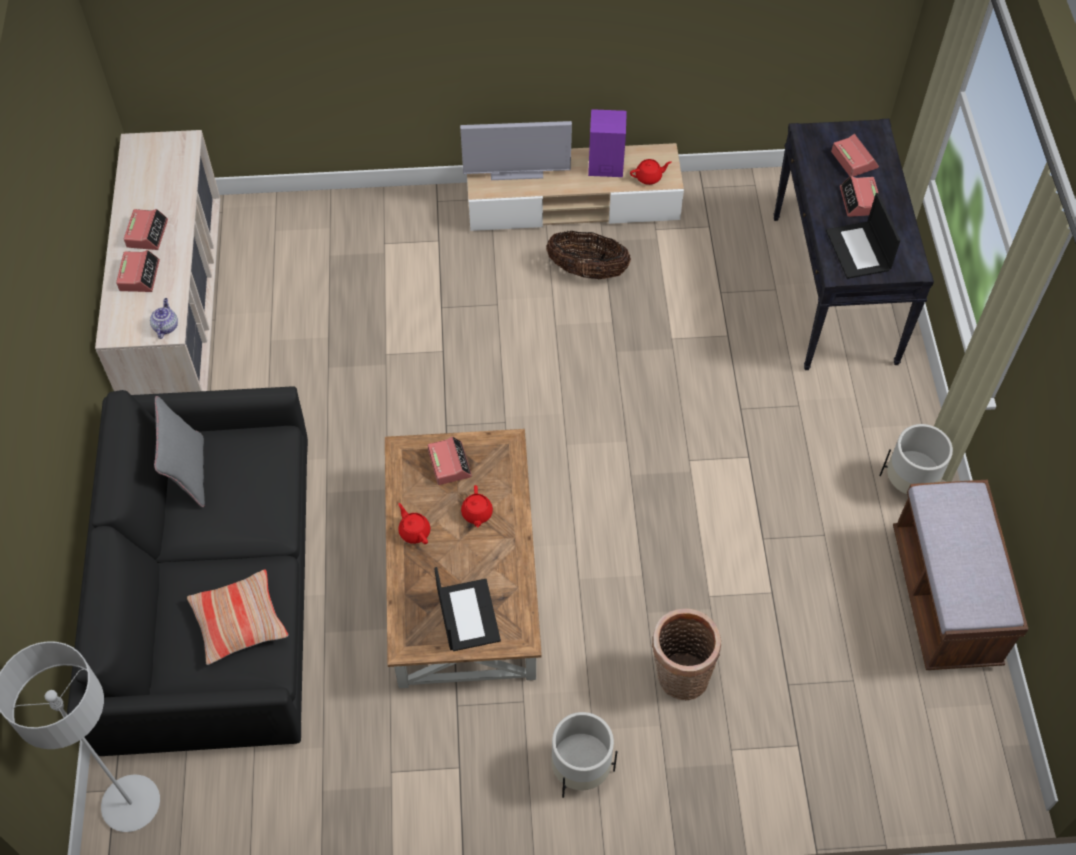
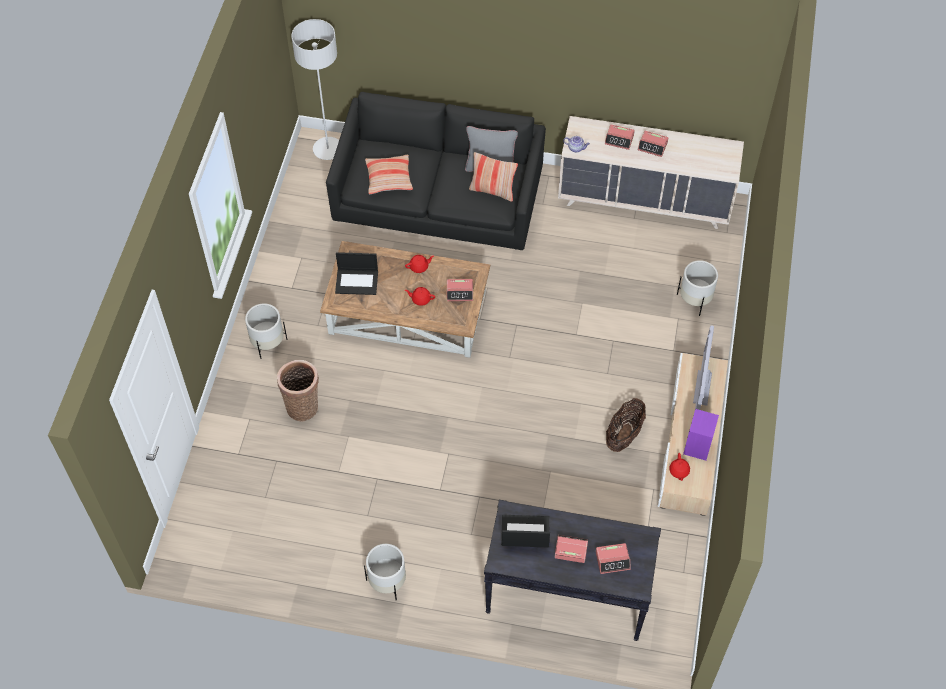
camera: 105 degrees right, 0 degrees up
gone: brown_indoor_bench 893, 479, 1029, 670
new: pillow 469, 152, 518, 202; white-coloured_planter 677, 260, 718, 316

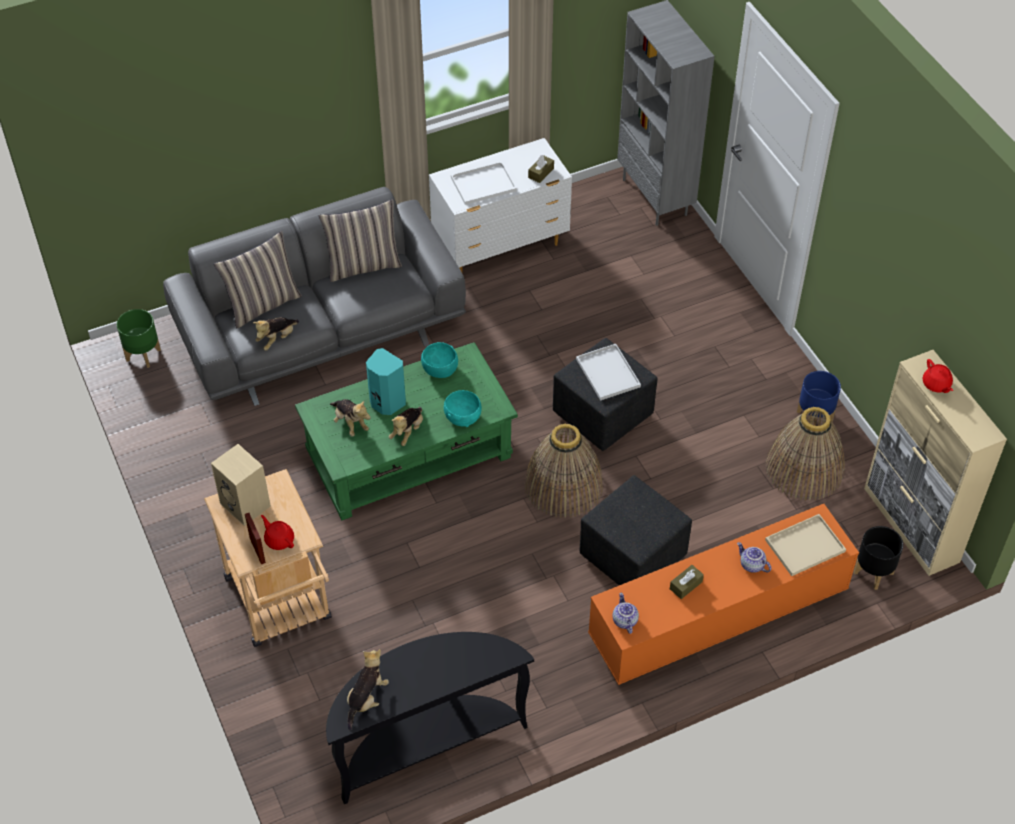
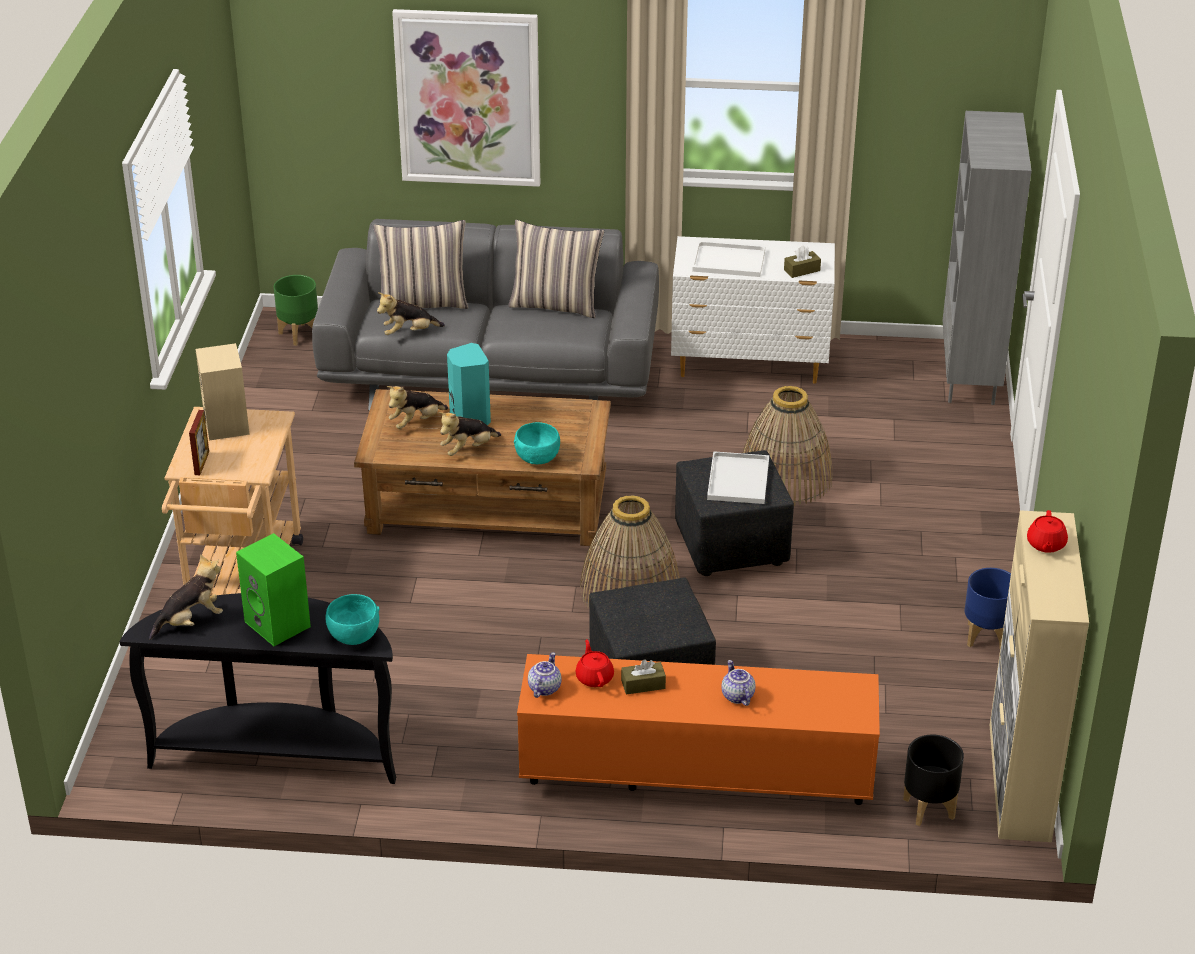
camera: 30 degrees right, 15 degrees down
gone: beige-coloured_carrying_tray 765, 514, 846, 576
new: green-coloured_speaker 236, 533, 311, 646; wall_art 392, 9, 540, 187
shifted: blue-green_bowl 421, 342, 458, 378 to 326, 594, 380, 645; red_teapot 261, 515, 294, 550 to 575, 639, 614, 687; basket 766, 407, 845, 501 to 743, 386, 833, 506
repainted: green-coloured_lounge_table 295, 342, 518, 520 to brown_lounge_table 354, 389, 611, 546
rotated: cuddly_toy 330, 399, 371, 437 = 387, 386, 448, 429 60 degrees clockwise

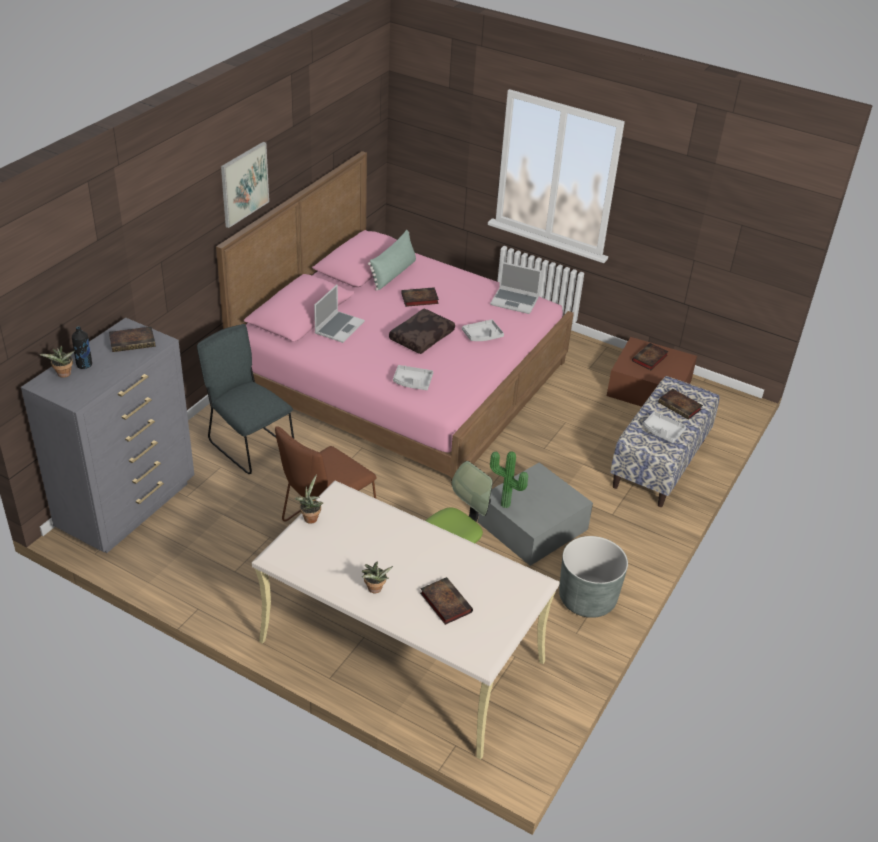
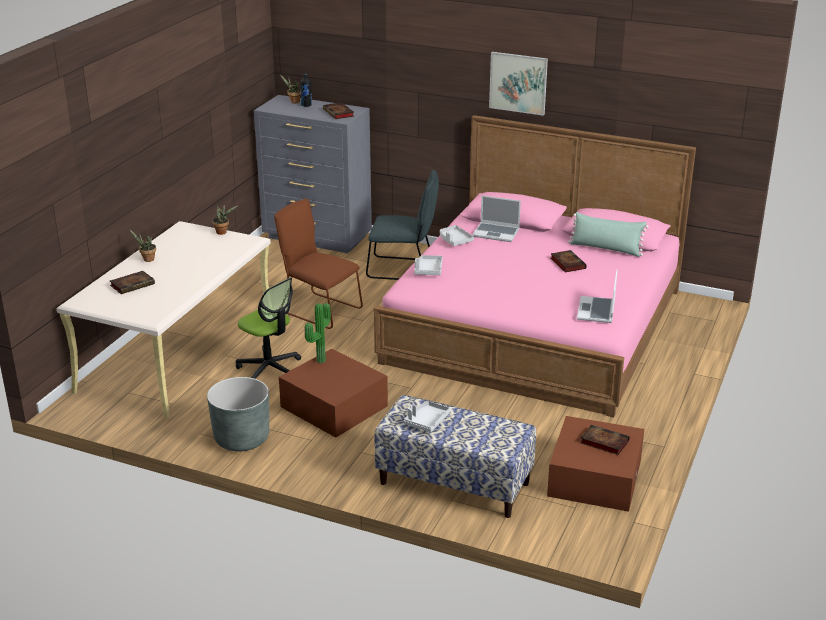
camera: 85 degrees right, 10 degrees down
gone: brown_pillow 389, 309, 455, 354; volume 658, 389, 703, 420
shifted: gray_carrying_tray 462, 319, 504, 341 to 440, 225, 474, 246
repainted: gray_storage_container 478, 462, 593, 566 to brown_storage_container 279, 348, 388, 437
rotated: gray_chair 197, 324, 294, 474 = 366, 170, 439, 280 60 degrees clockwise

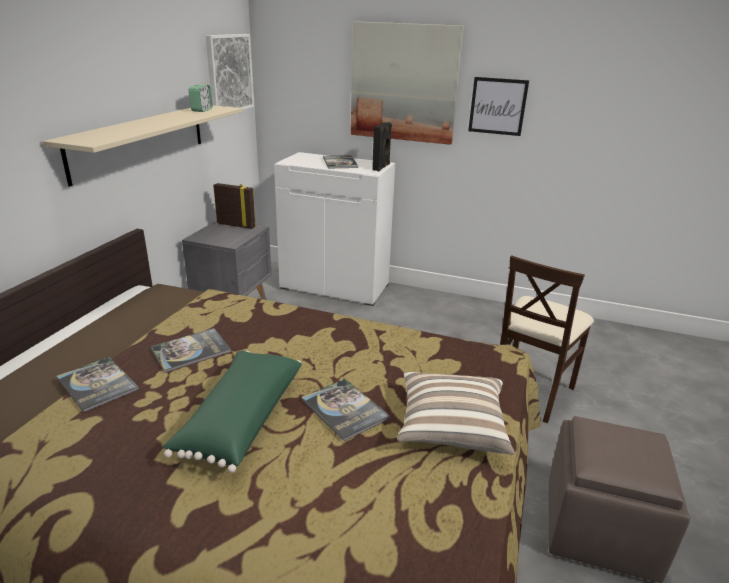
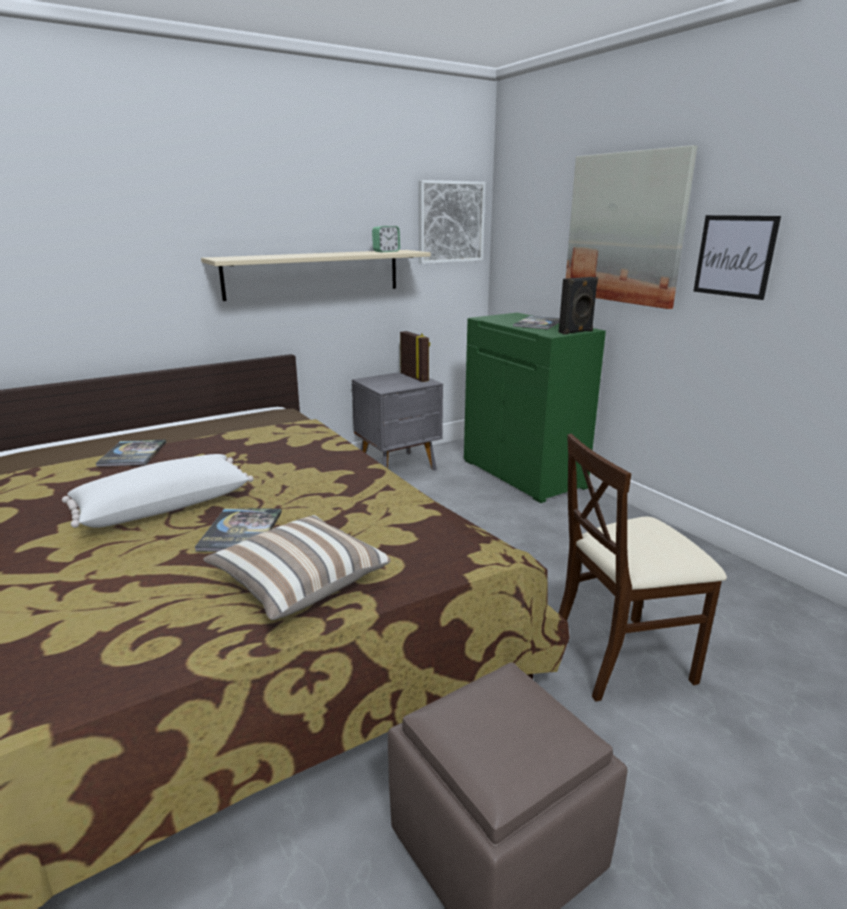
camera: 40 degrees right, 5 degrees down
gone: volume 150, 328, 231, 373
repainted: green-coloured_pillow 162, 351, 302, 473 to white-coloured_pillow 62, 454, 254, 528; white-coloured_cabinet 274, 152, 395, 306 to green-coloured_cabinet 464, 313, 606, 503

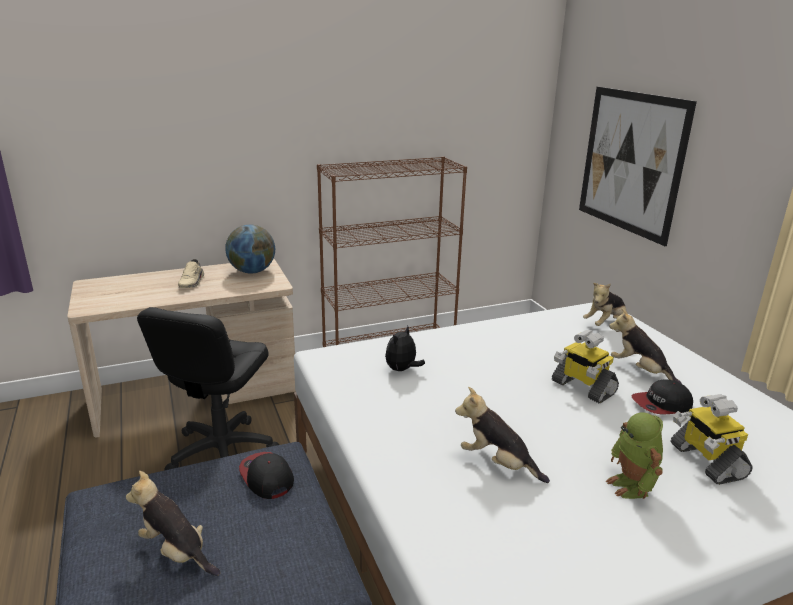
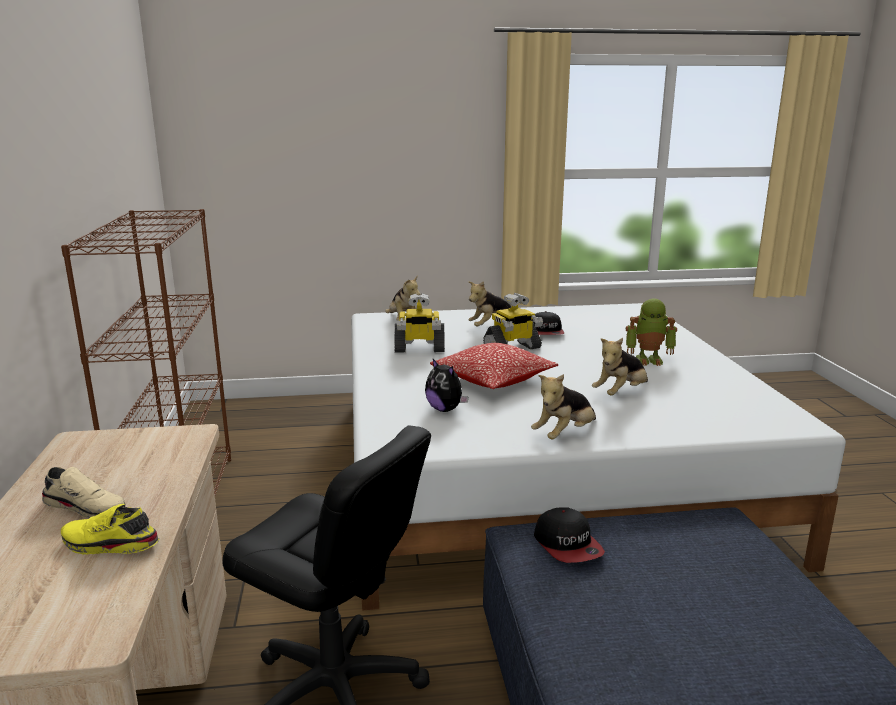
camera: 75 degrees left, 5 degrees down
gone: world_globe 225, 225, 275, 274; wall_art 579, 87, 697, 246
new: yellow-coloured_item_of_footwear 61, 504, 160, 555; pillow 430, 342, 558, 389
shifted: model_robot 670, 394, 753, 485 to 394, 293, 445, 352; cuddly_toy 126, 471, 220, 576 to 531, 374, 596, 439
rotated: cap 239, 452, 294, 499 = 534, 507, 605, 563 90 degrees counterclockwise

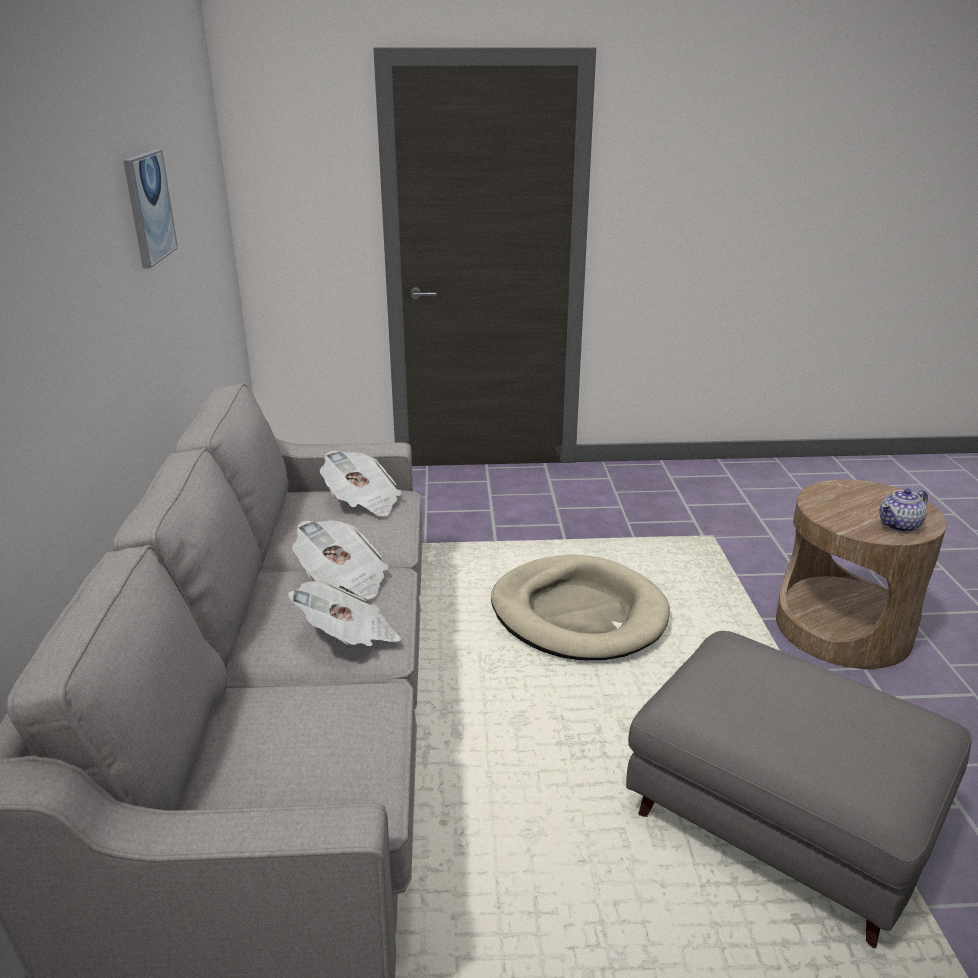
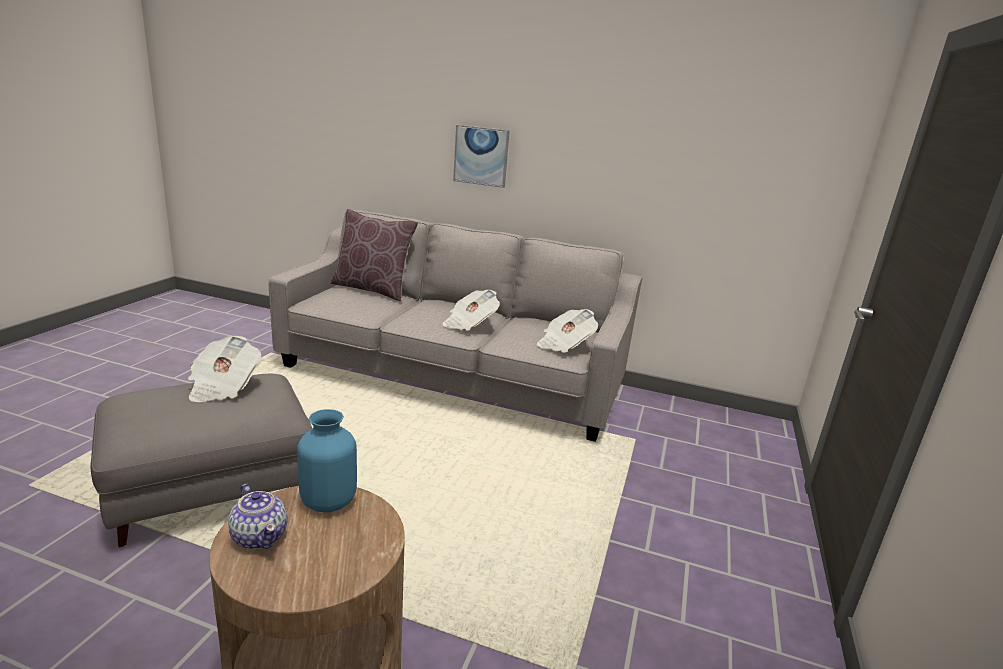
camera: 110 degrees right, 5 degrees down
gone: beige-coloured_pet_bed 491, 554, 670, 660
new: blue_decorative_vase 297, 409, 357, 512; brown_pillow 331, 209, 418, 301
shifted: printed_paper 288, 581, 401, 646 to 188, 336, 262, 402; wall_art 123, 150, 178, 269 to 453, 125, 510, 188
rotated: teapot 880, 488, 928, 532 = 228, 484, 288, 549 150 degrees clockwise

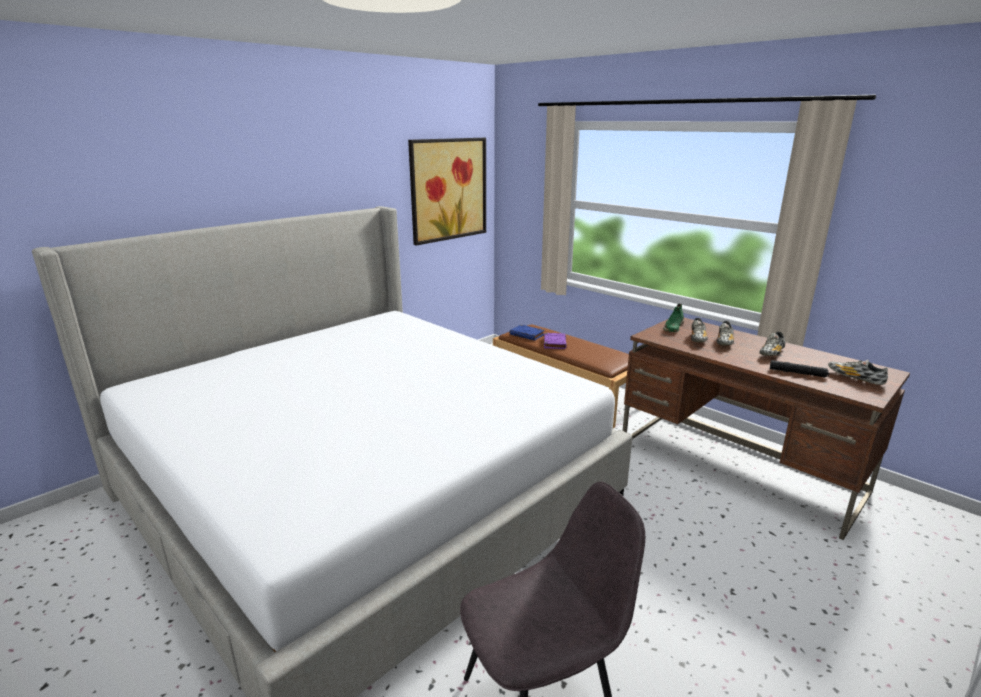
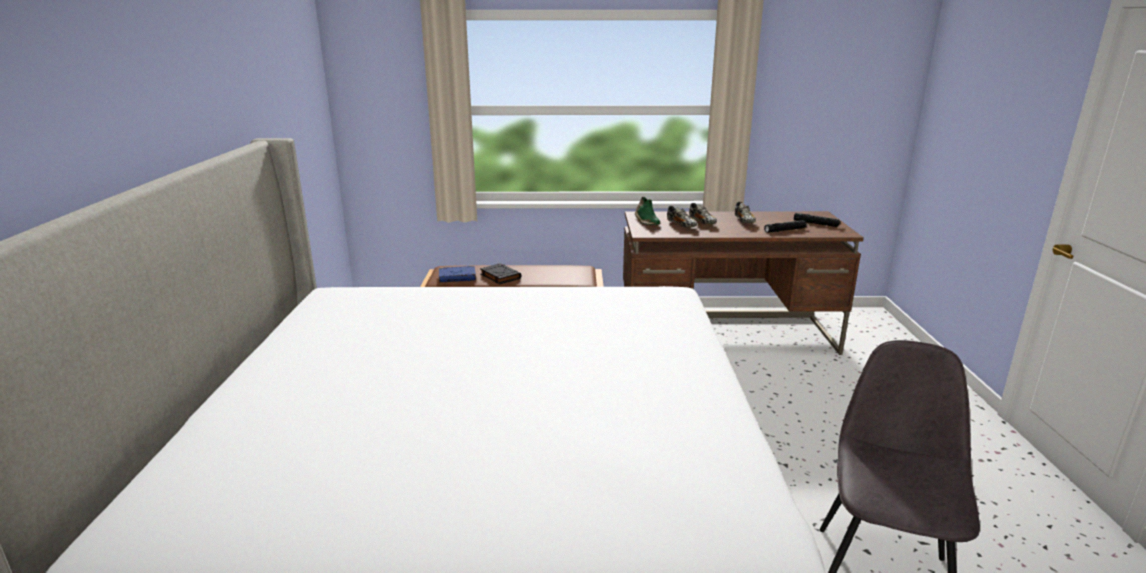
camera: 45 degrees left, 0 degrees up
gone: wall_art 408, 138, 486, 245
swapped: item_of_footwear 828, 360, 888, 385 to black_torch 794, 213, 841, 227
repainted: purple-coloured_volume 544, 333, 567, 349 to black_volume 480, 263, 522, 284

